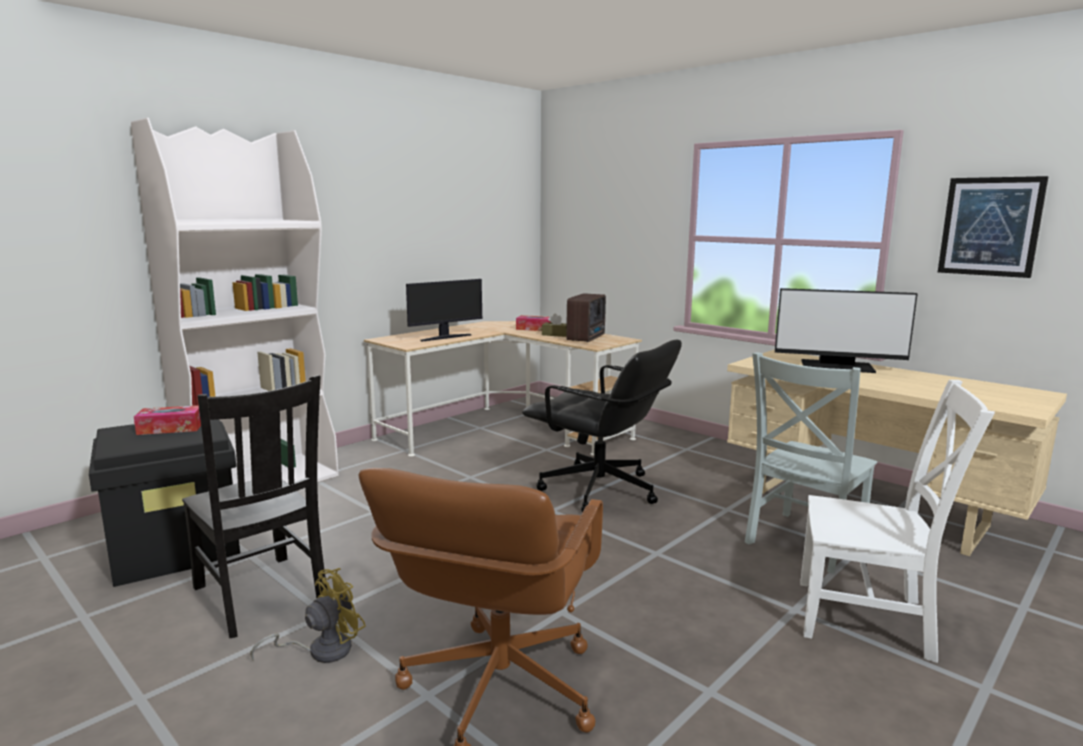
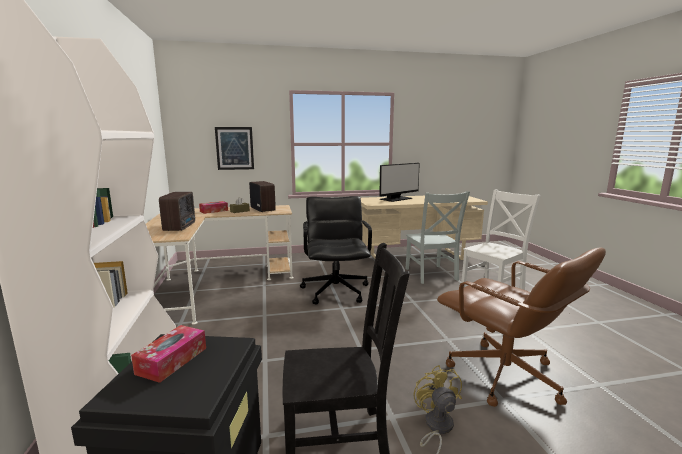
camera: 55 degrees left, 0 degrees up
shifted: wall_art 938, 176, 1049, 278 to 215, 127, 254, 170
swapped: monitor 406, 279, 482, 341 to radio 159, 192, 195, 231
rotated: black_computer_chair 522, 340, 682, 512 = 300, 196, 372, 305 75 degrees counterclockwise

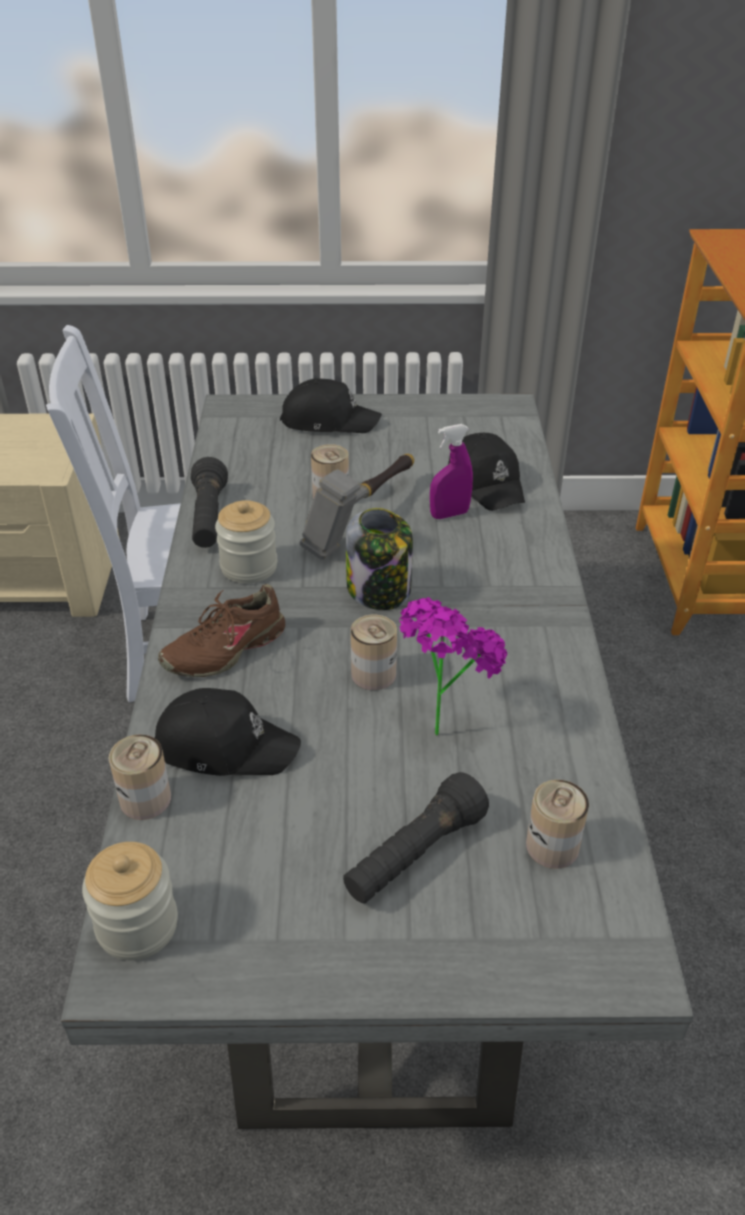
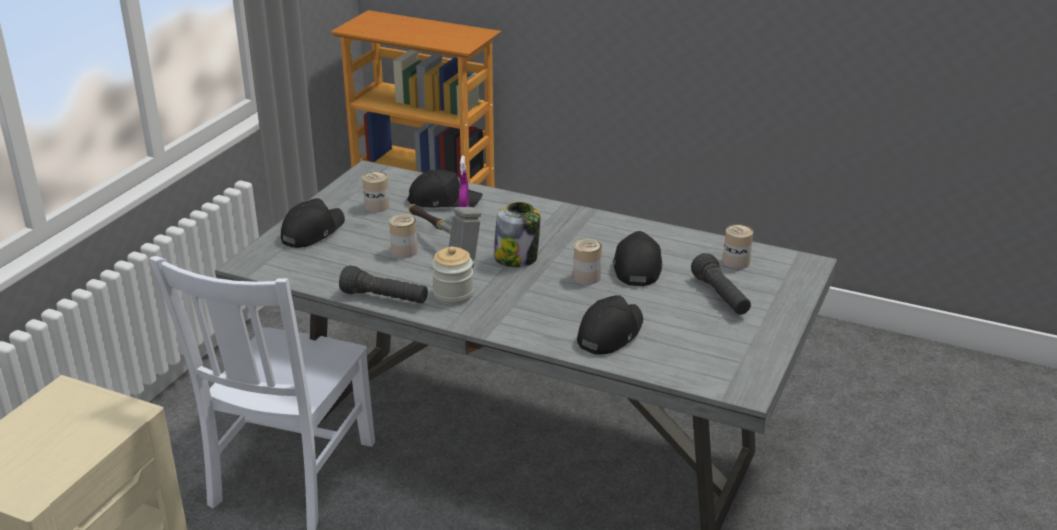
camera: 65 degrees left, 10 degrees down
gone: preserve_jar 82, 842, 178, 960; brown_item_of_footwear 158, 584, 285, 677
shifted: sealed_can 109, 734, 171, 820 to 362, 172, 389, 212
swapped: houseplant 399, 597, 507, 736 to black_cap 613, 231, 662, 286

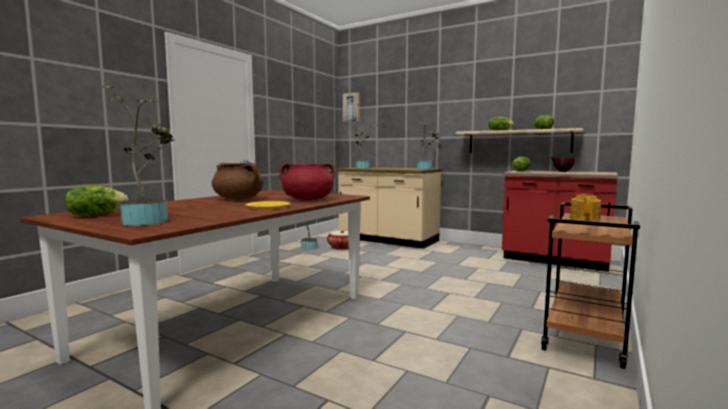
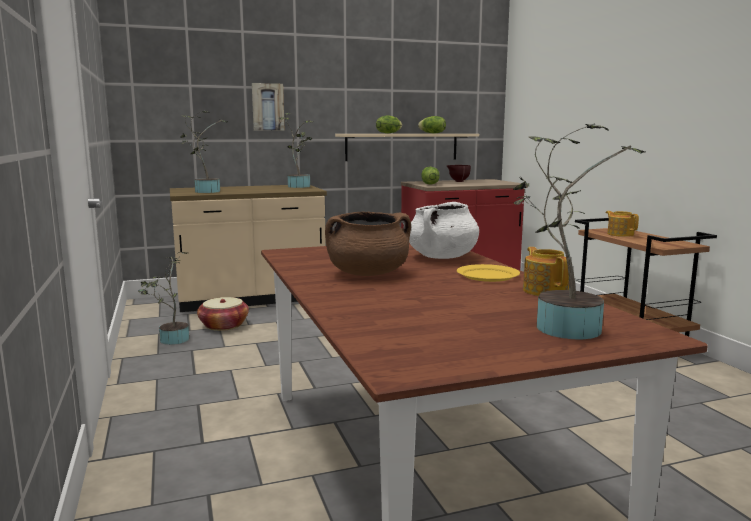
camera: 50 degrees left, 5 degrees up
gone: lettuce_head 65, 185, 128, 216
new: teapot 523, 247, 569, 296
shifted: wall_art 343, 92, 360, 122 to 252, 83, 284, 130
repainted: red_cooking_pot 279, 163, 335, 201 to white-coloured_cooking_pot 409, 202, 479, 259

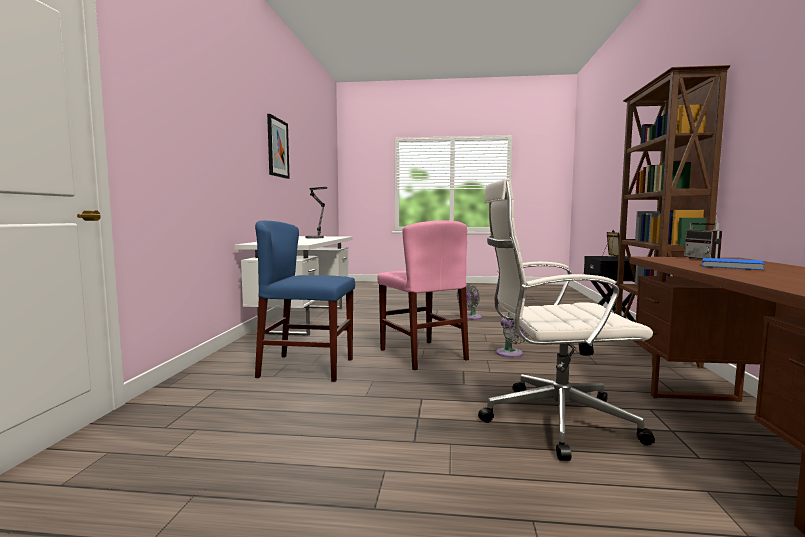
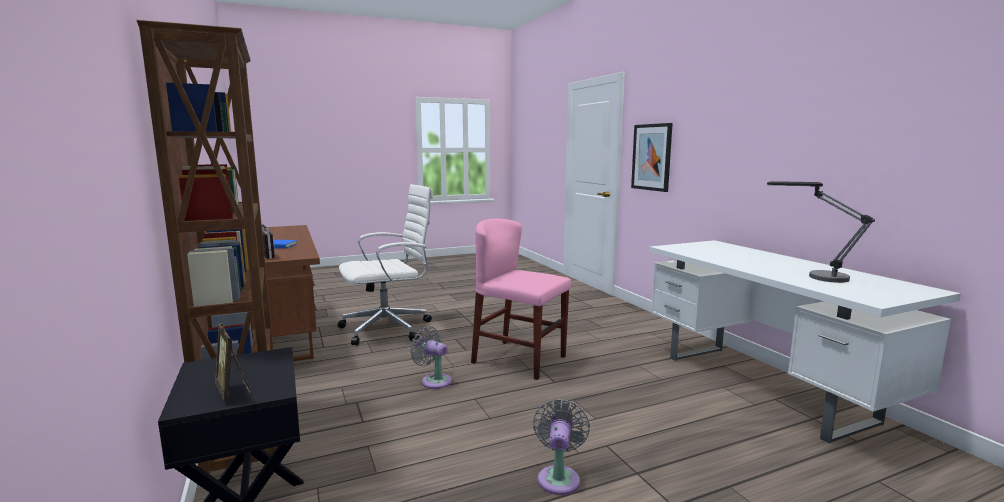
camera: 150 degrees right, 5 degrees up
gone: blue_chair 255, 221, 355, 382
shifted: wall_art 267, 114, 290, 179 to 631, 123, 673, 192

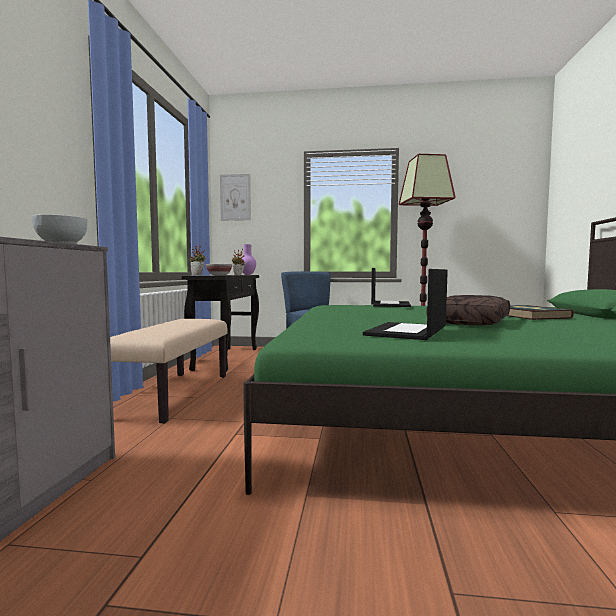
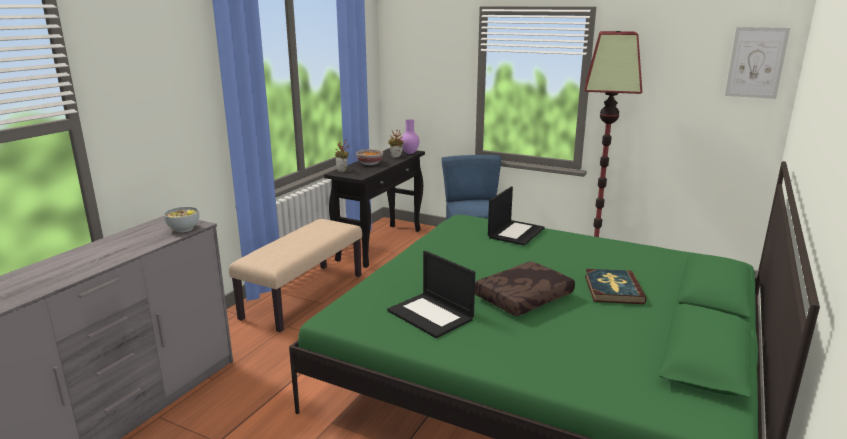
camera: 20 degrees right, 15 degrees up
shifted: wall_art 220, 174, 251, 221 to 725, 27, 790, 99
rotated: laptop 363, 269, 448, 340 = 387, 251, 475, 338 90 degrees counterclockwise

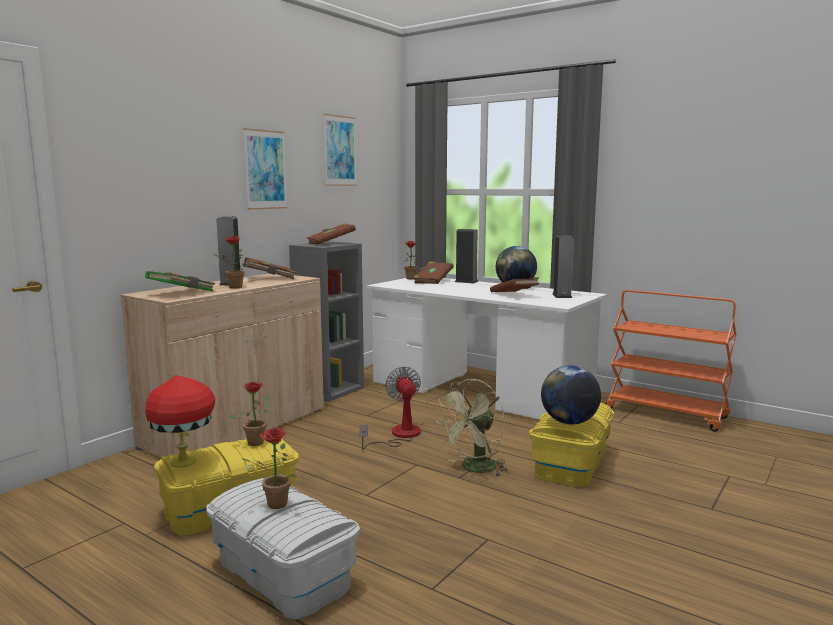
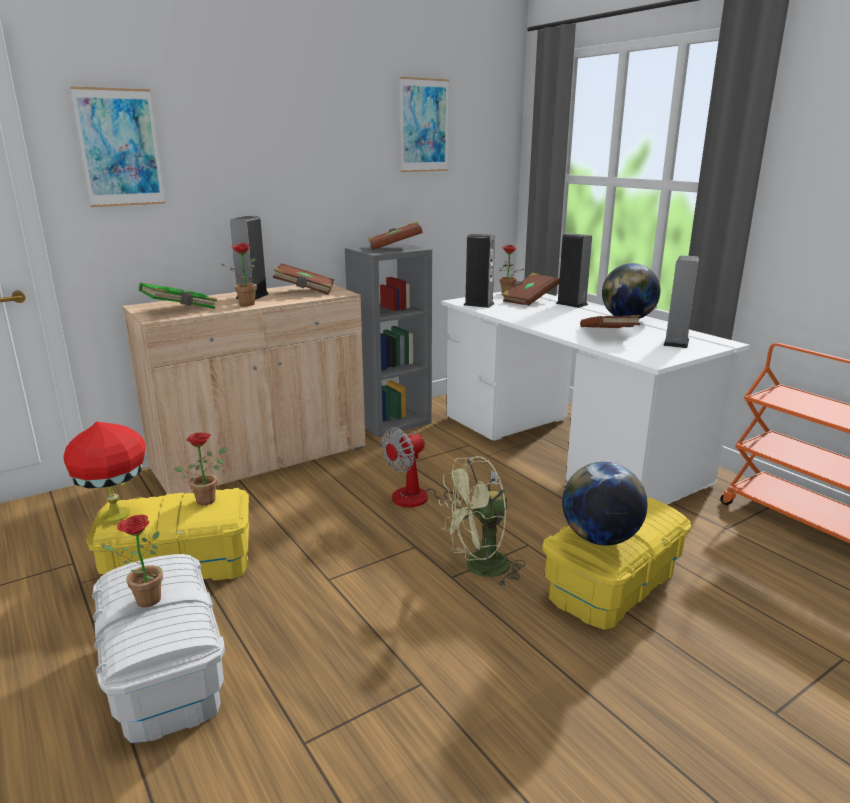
camera: 20 degrees right, 10 degrees up
new: speaker 464, 234, 495, 308
shifted: wall_art 243, 128, 287, 210 to 70, 86, 165, 207
rotated: cooling_fan 359, 366, 421, 450 = 381, 427, 498, 508 135 degrees counterclockwise

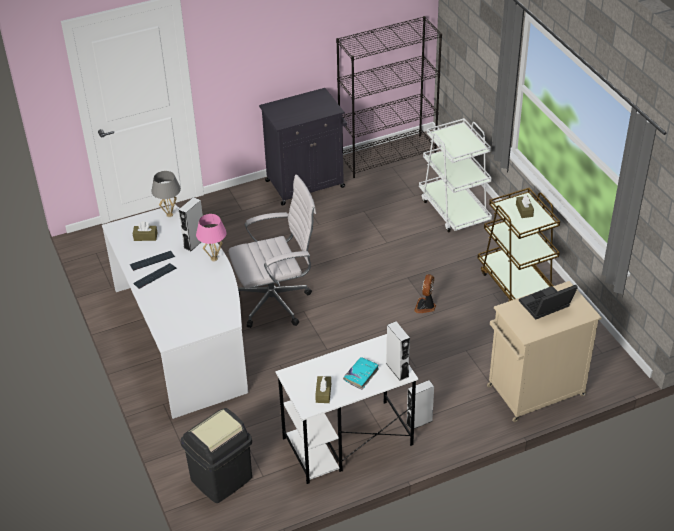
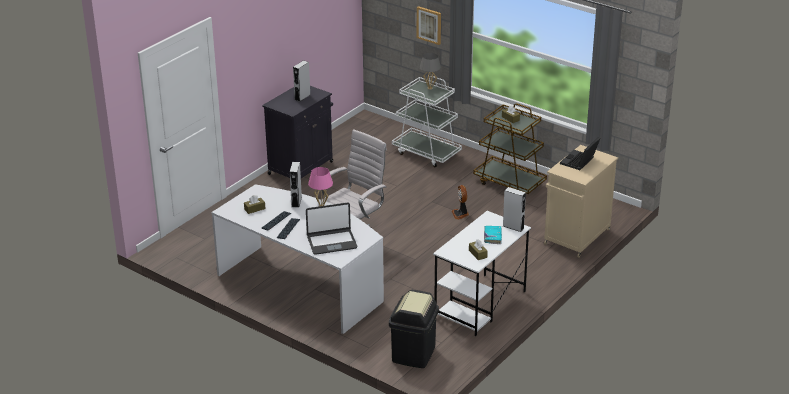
camera: 30 degrees left, 10 degrees down
gone: black_shelving_unit 336, 16, 442, 178
new: laptop 306, 202, 357, 255; wall_art 417, 6, 441, 45
shifted: gray_speaker 406, 380, 434, 430 to 293, 60, 310, 102; gray_lamp_for_a_table 151, 171, 181, 217 to 420, 53, 441, 90

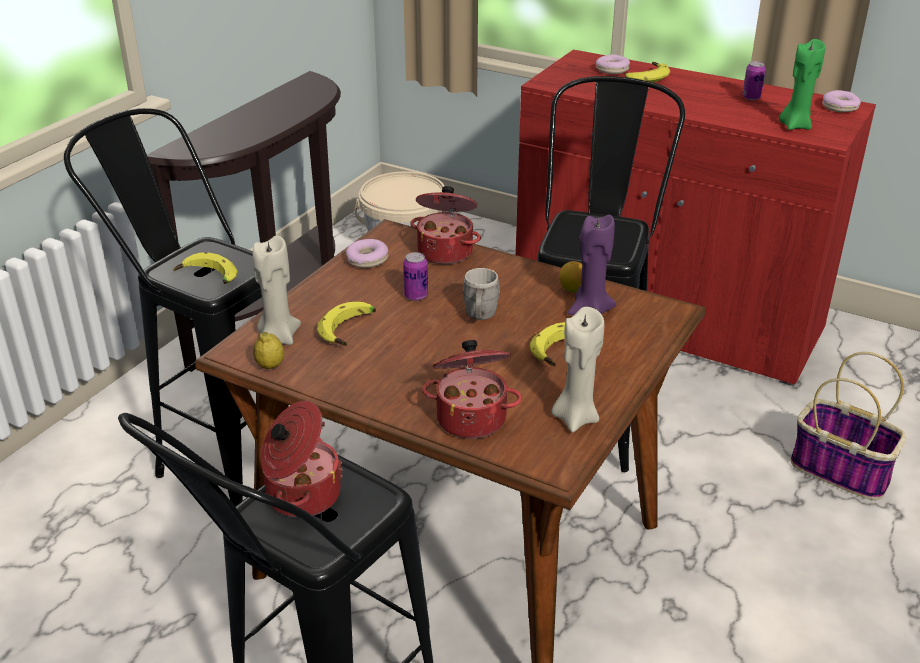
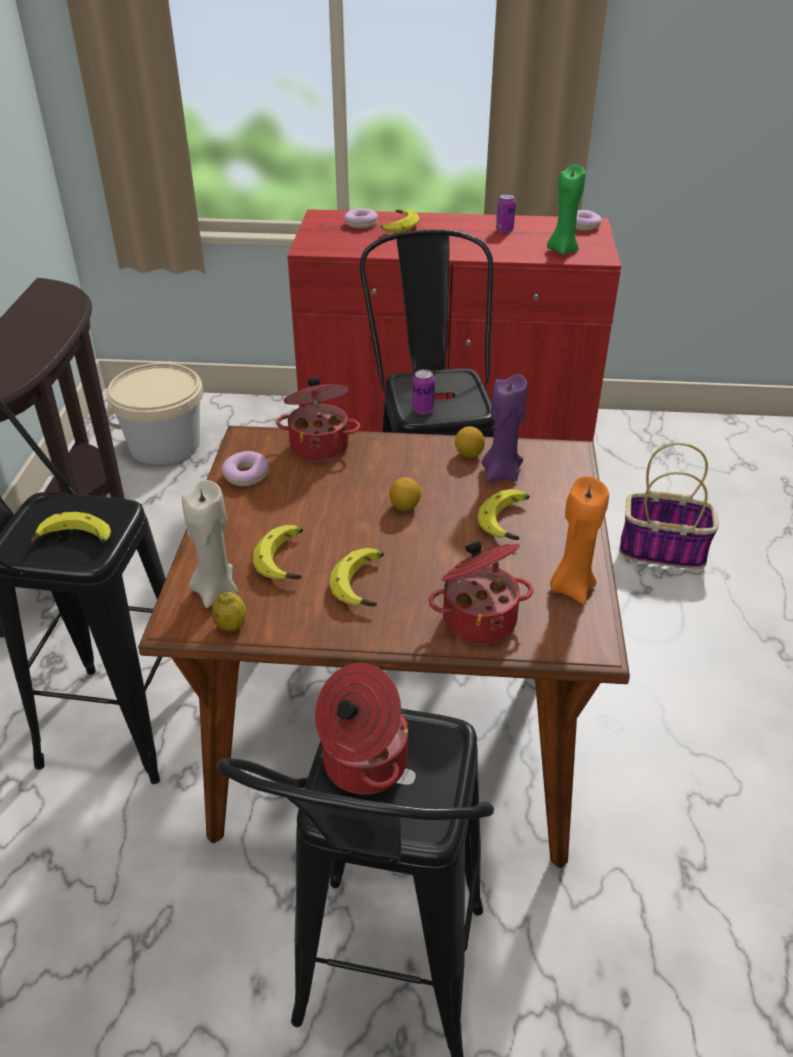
camera: 25 degrees left, 5 degrees up
new: banana_fruit 330, 548, 384, 607
shifted: sealed_can 403, 252, 428, 301 to 412, 369, 435, 414
swapped: gray_tea_mug 463, 268, 500, 320 to lemon 389, 477, 421, 511
repainted: beige-coloured_wax_candle 551, 307, 604, 432 to orange-coloured_wax_candle 550, 476, 609, 604

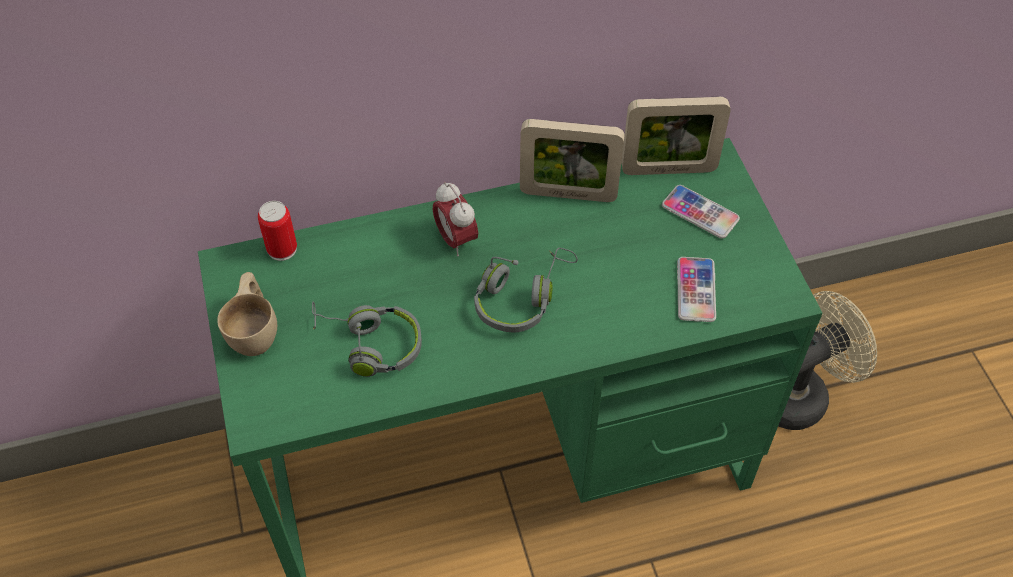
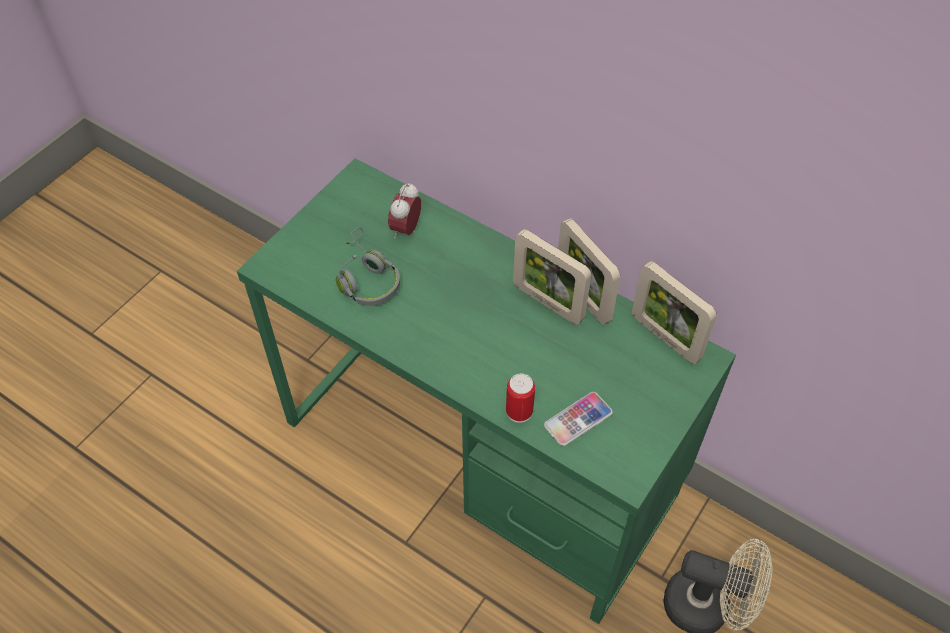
camera: 50 degrees right, 0 degrees up
gone: beige-coloured_drinking_cup 217, 272, 277, 356; gray_headset 474, 248, 578, 332; handset 662, 185, 740, 239
new: photo_frame 513, 229, 591, 325
shifted: table_clock 433, 182, 478, 256 to 388, 182, 421, 239; sealed_can 258, 201, 297, 261 to 506, 374, 535, 423

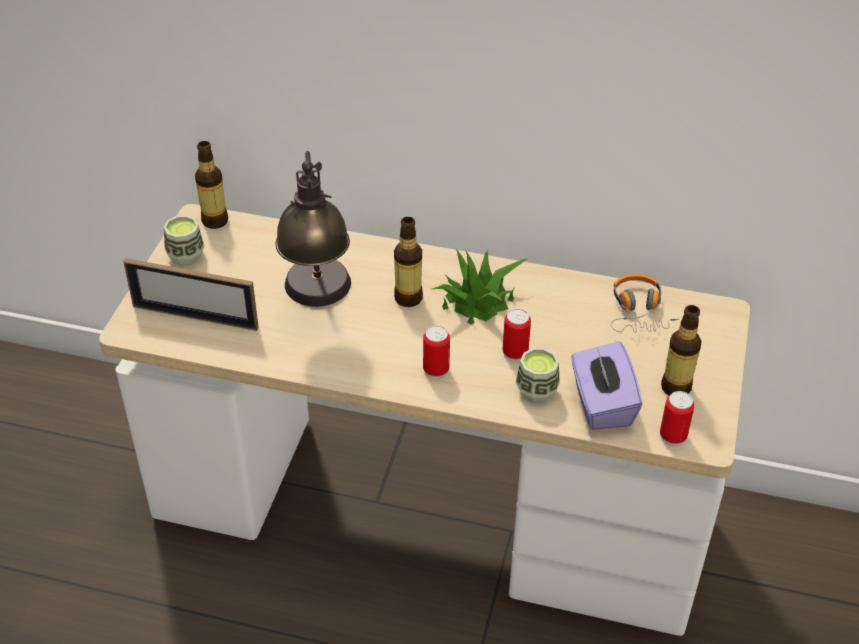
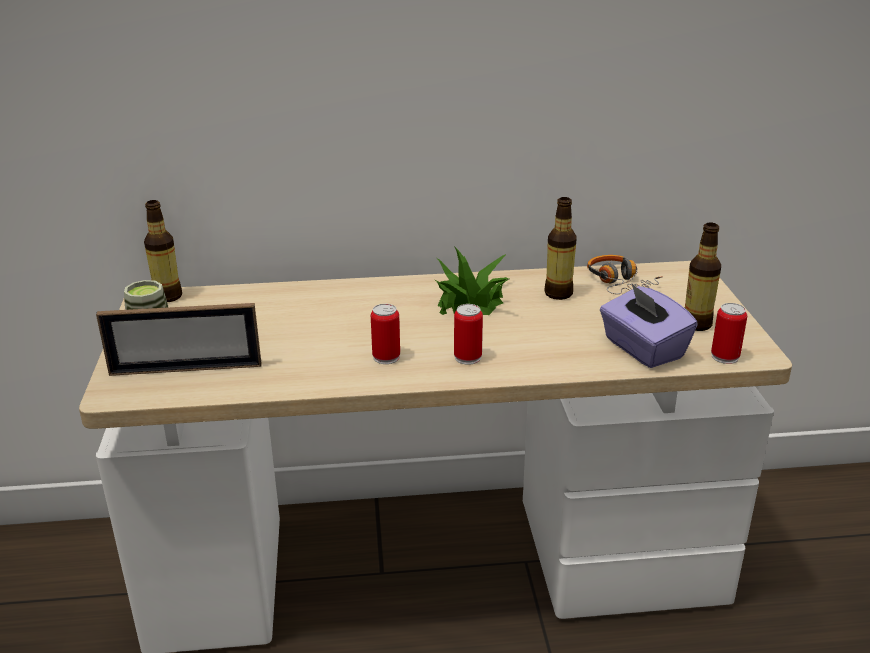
camera: 20 degrees left, 15 degrees down
gone: lamp_for_a_table 275, 151, 351, 307; drinking_cup 516, 348, 560, 403
shifted: sealed_can 502, 309, 531, 361 to 371, 304, 400, 364; beverage_bottle 394, 217, 423, 307 to 544, 197, 577, 300

